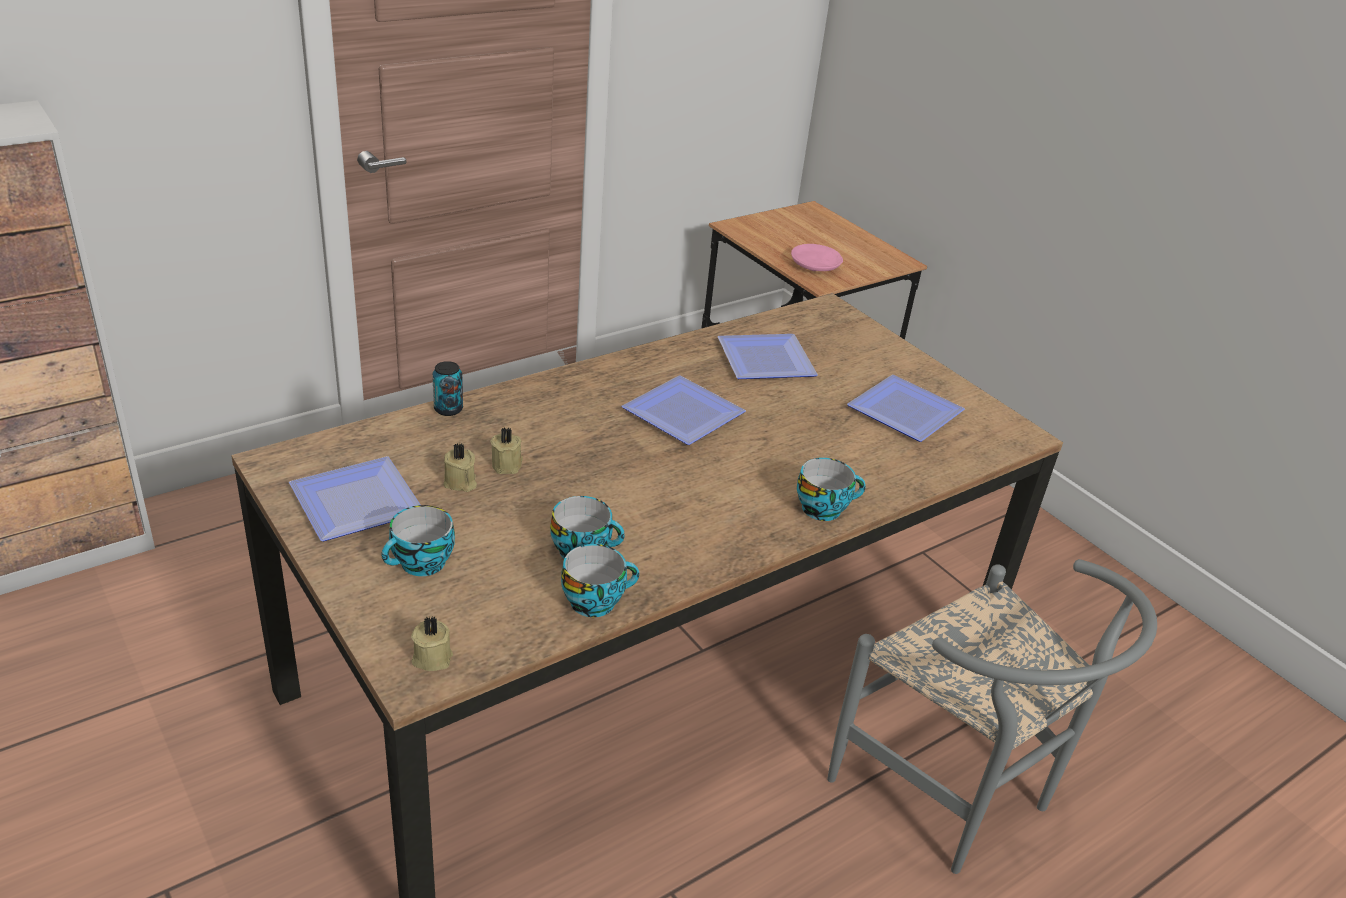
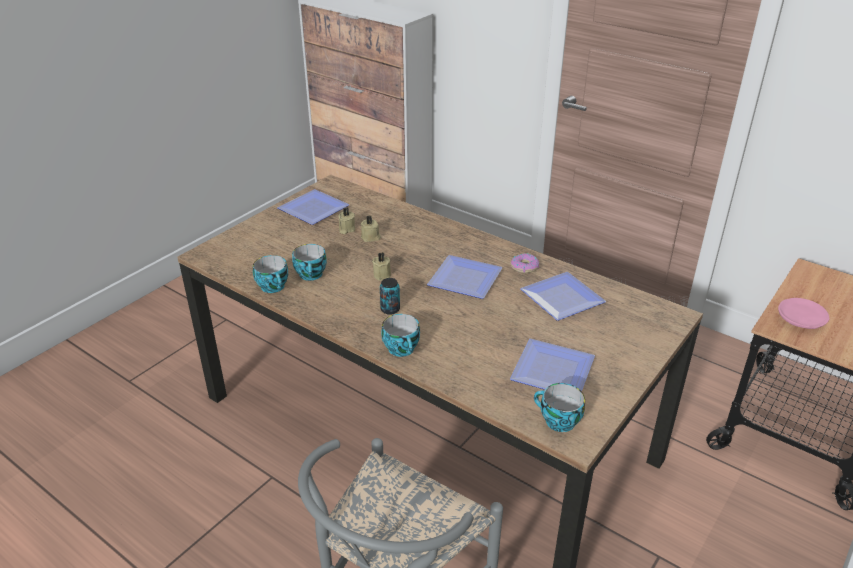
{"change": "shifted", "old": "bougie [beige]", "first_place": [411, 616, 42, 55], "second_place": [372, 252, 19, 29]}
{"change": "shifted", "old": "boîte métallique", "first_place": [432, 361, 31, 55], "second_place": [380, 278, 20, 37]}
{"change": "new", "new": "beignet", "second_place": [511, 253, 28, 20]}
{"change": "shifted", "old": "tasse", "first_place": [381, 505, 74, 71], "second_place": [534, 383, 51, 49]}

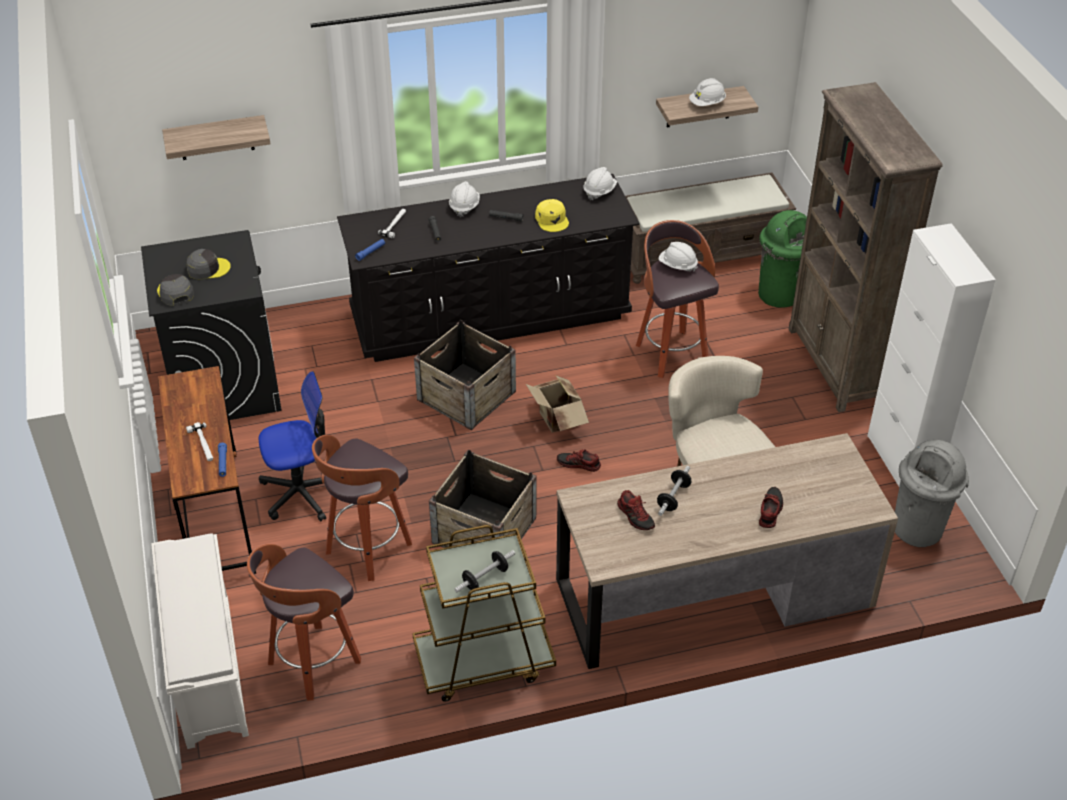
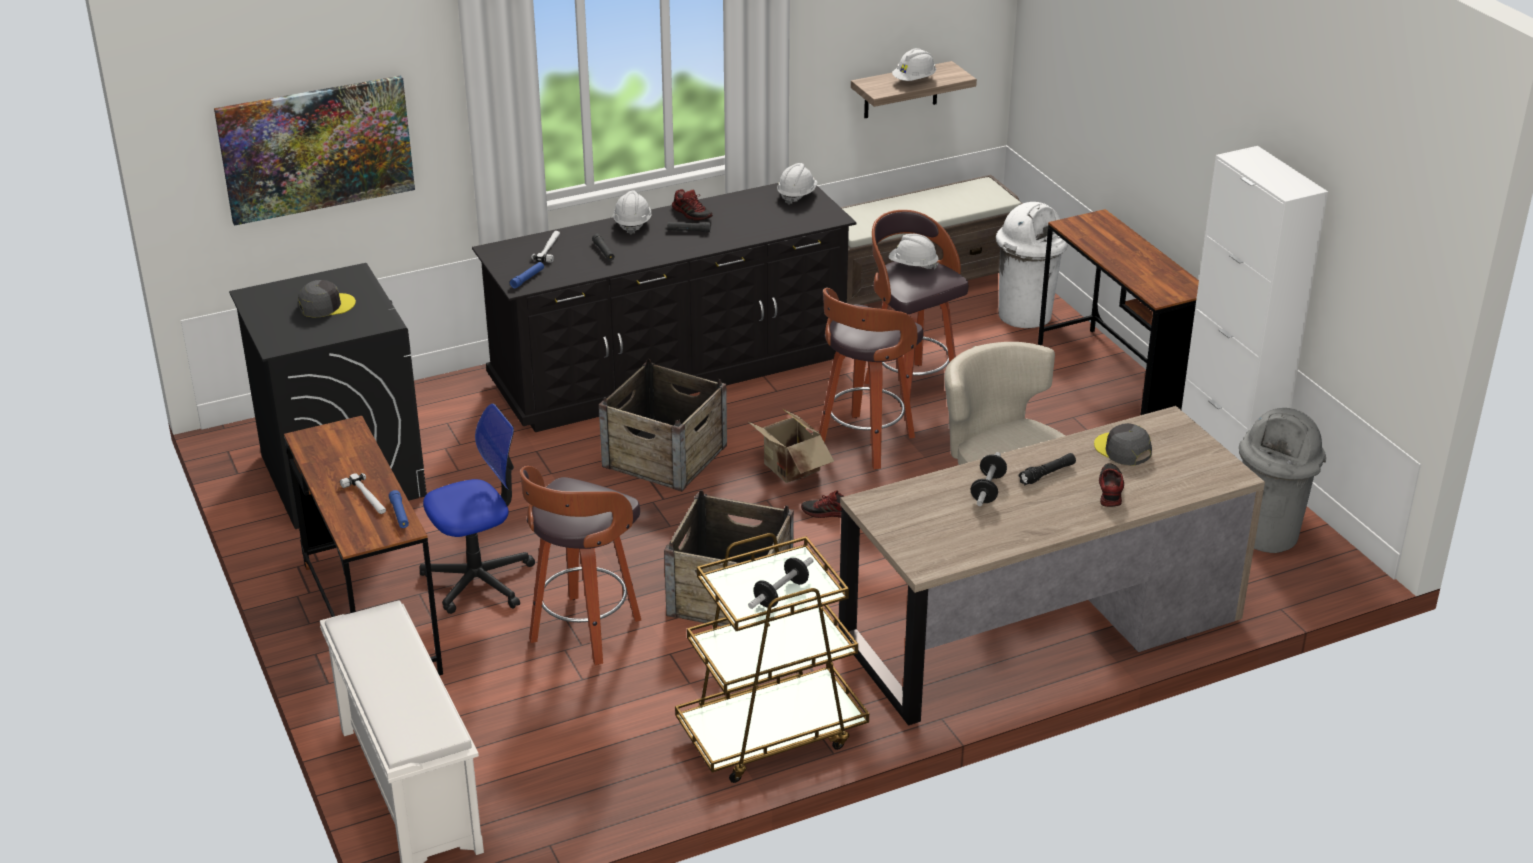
{"change": "swapped", "old": "étagère", "new": "tableau", "first_place": [162, 115, 108, 45], "second_place": [214, 75, 201, 151]}
{"change": "shifted", "old": "chaussure", "first_place": [617, 490, 38, 40], "second_place": [672, 189, 41, 31]}
{"change": "shifted", "old": "tabouret", "first_place": [247, 544, 114, 156], "second_place": [819, 288, 104, 182]}
{"change": "repainted", "old": "poubelle [vert]", "new": "poubelle [blanc]", "first_place": [758, 210, 49, 98], "second_place": [996, 202, 72, 126]}
{"change": "new", "new": "lampe de poche [noir]", "second_place": [1018, 453, 58, 32]}
{"change": "swapped", "old": "bibliothèque [marron]", "new": "bureau [marron]", "first_place": [789, 82, 154, 330], "second_place": [1038, 209, 161, 206]}
{"change": "shifted", "old": "casquette [gris]", "first_place": [157, 274, 37, 32], "second_place": [1094, 423, 58, 43]}
{"change": "gone", "old": "casquette [jaune]", "first_place": [535, 199, 34, 33]}

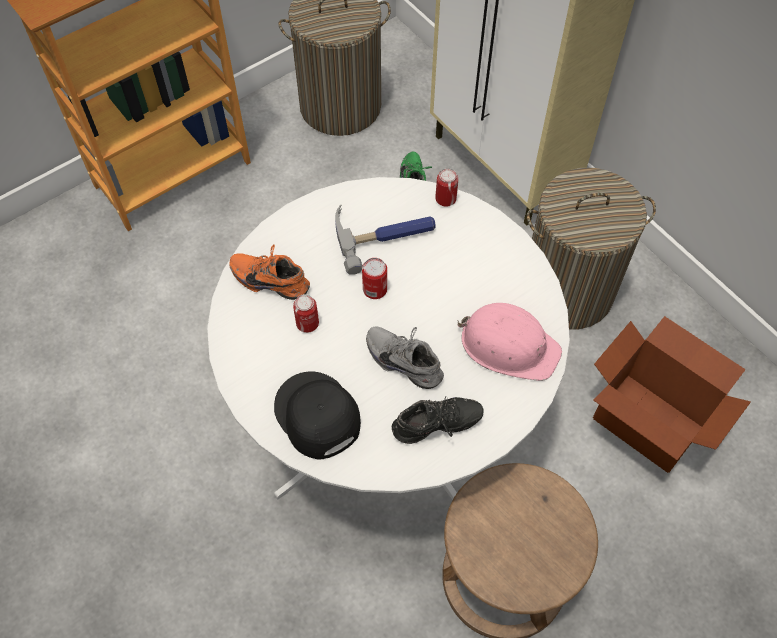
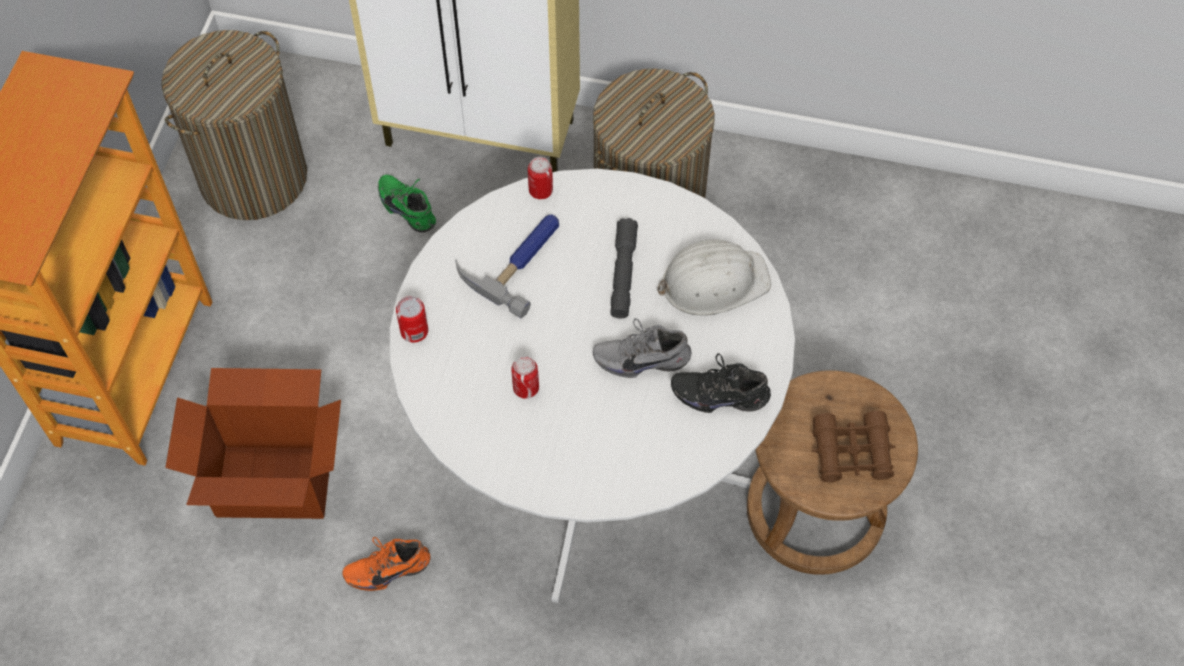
{"change": "shifted", "old": "carton", "first_place": [593, 316, 158, 157], "second_place": [165, 368, 176, 151]}
{"change": "shifted", "old": "chaussure [orange]", "first_place": [229, 245, 81, 55], "second_place": [342, 537, 88, 54]}
{"change": "shifted", "old": "boîte métallique", "first_place": [362, 258, 25, 41], "second_place": [396, 296, 32, 47]}
{"change": "new", "new": "lampe de poche [gris]", "second_place": [610, 218, 28, 100]}
{"change": "repainted", "old": "casque de chantier [rose]", "new": "casque de chantier [blanc]", "first_place": [457, 303, 105, 78], "second_place": [657, 240, 114, 76]}
{"change": "rotated", "old": "chaussure [noir]", "first_place": [392, 397, 91, 47], "second_place": [671, 354, 100, 59], "degrees": -120}
{"change": "new", "new": "jumelles [marron]", "second_place": [812, 411, 84, 71]}
{"change": "gone", "old": "casquette [noir]", "first_place": [274, 371, 87, 89]}

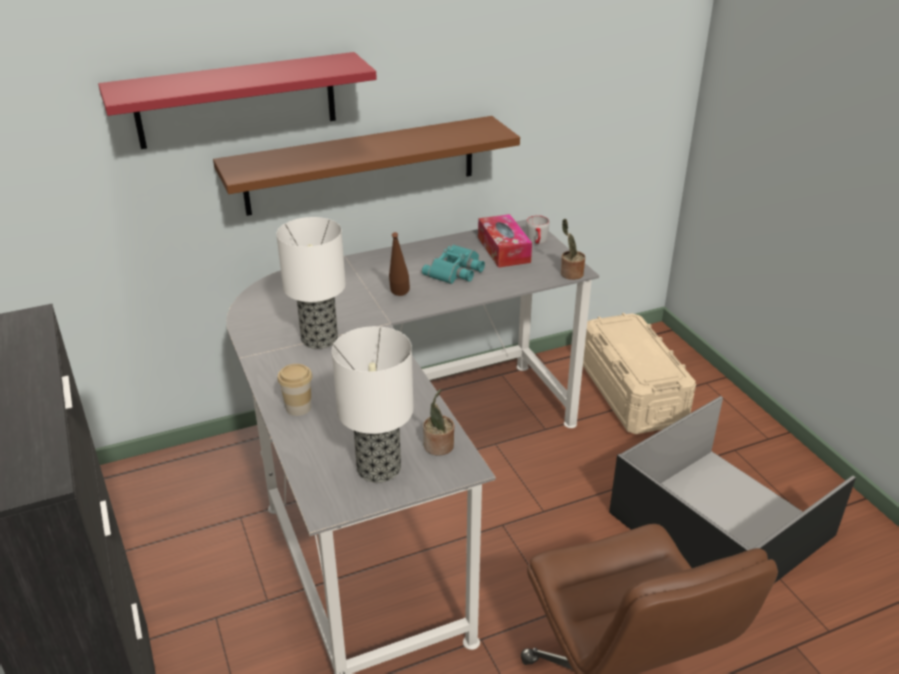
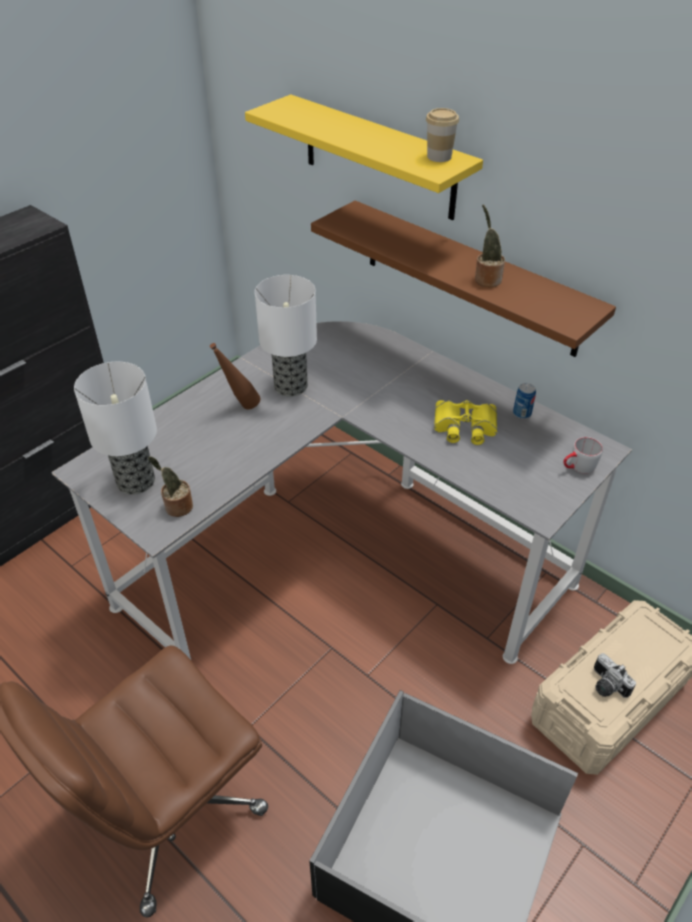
{"change": "shifted", "old": "bouteille [marron]", "first_place": [389, 232, 21, 64], "second_place": [210, 343, 51, 66]}
{"change": "repainted", "old": "étagère [rouge]", "new": "étagère [jaune]", "first_place": [98, 52, 279, 97], "second_place": [245, 94, 238, 126]}
{"change": "shifted", "old": "tasse", "first_place": [277, 364, 35, 52], "second_place": [426, 108, 33, 54]}
{"change": "repainted", "old": "jumelles [turquoise]", "new": "jumelles [jaune]", "first_place": [422, 244, 63, 40], "second_place": [434, 400, 63, 45]}
{"change": "shifted", "old": "plante en pot", "first_place": [561, 219, 24, 61], "second_place": [475, 204, 30, 83]}
{"change": "new", "new": "boîte métallique", "second_place": [513, 383, 23, 36]}
{"change": "new", "new": "appareil photo", "second_place": [594, 653, 42, 45]}
{"change": "gone", "old": "boîte à mouchoirs", "first_place": [478, 214, 54, 54]}

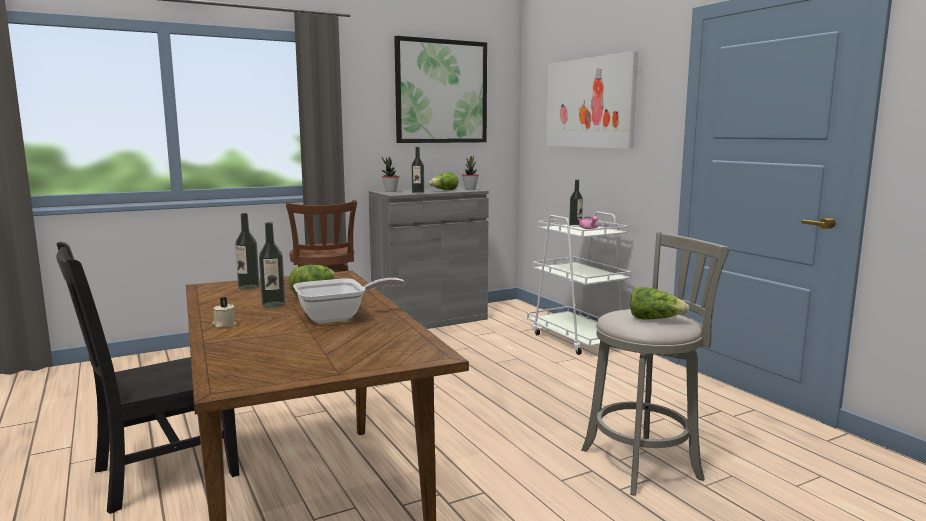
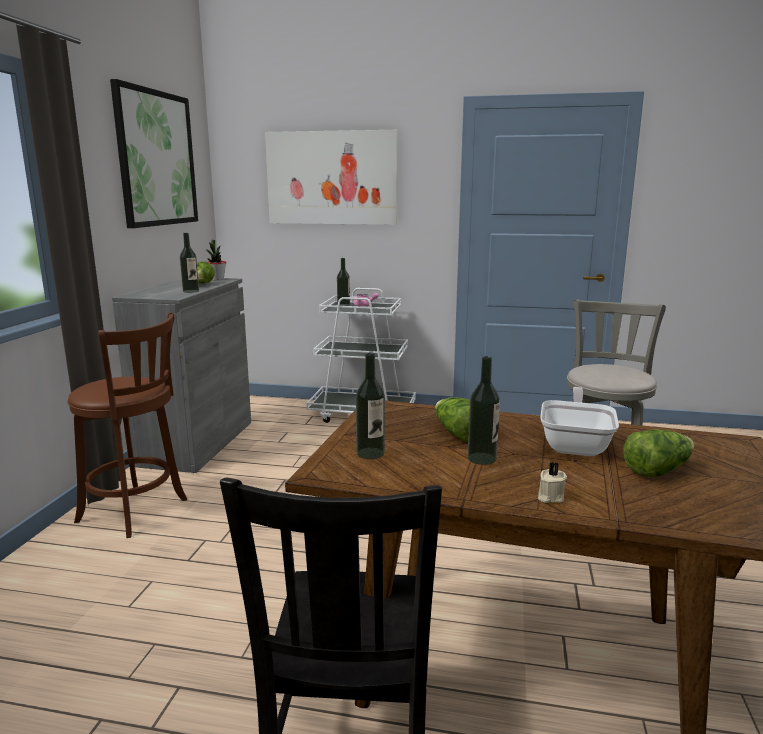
{"change": "shifted", "old": "laitue", "first_place": [630, 286, 60, 34], "second_place": [623, 429, 72, 48]}
{"change": "gone", "old": "plante en pot", "first_place": [382, 157, 18, 35]}

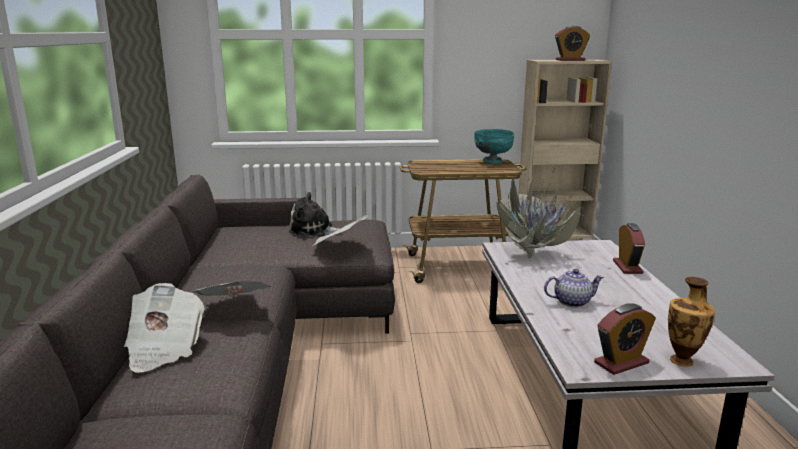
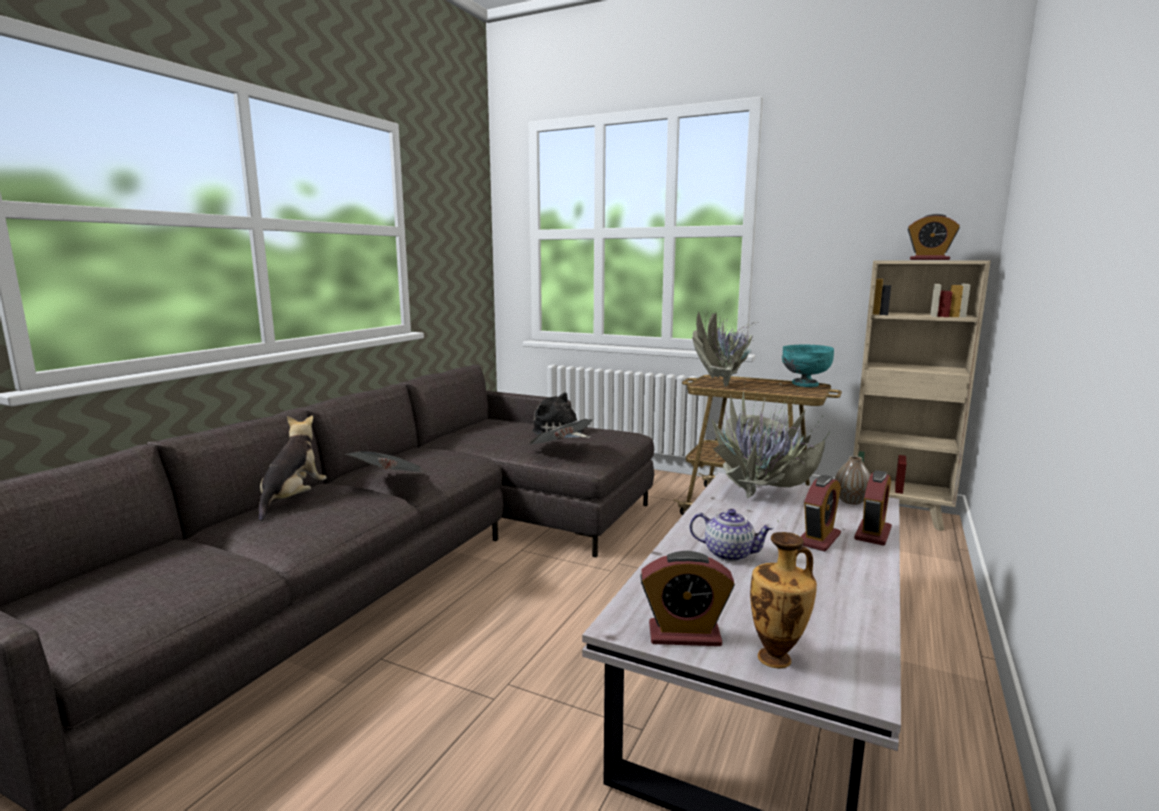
{"change": "swapped", "old": "journal", "new": "peluche", "first_place": [124, 283, 81, 90], "second_place": [259, 415, 68, 106]}
{"change": "new", "new": "plante en pot", "second_place": [692, 297, 90, 90]}
{"change": "new", "new": "réveil", "second_place": [801, 475, 40, 77]}
{"change": "new", "new": "vase", "second_place": [835, 456, 35, 49]}

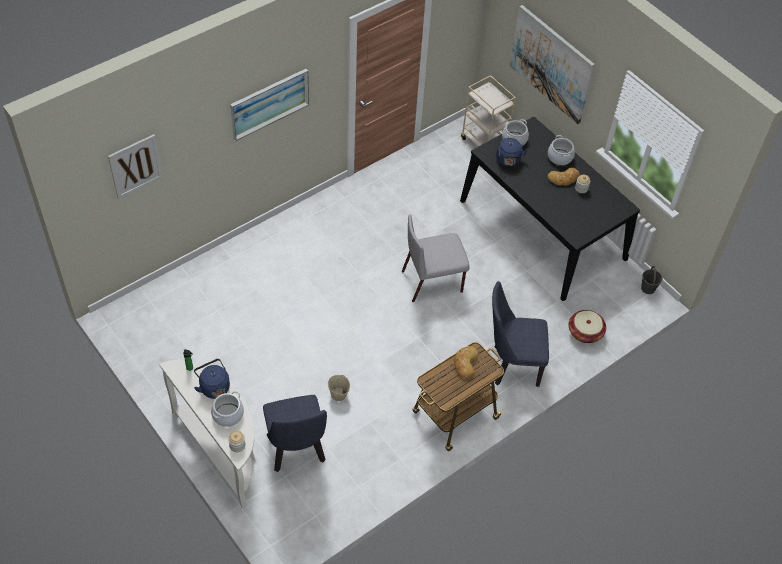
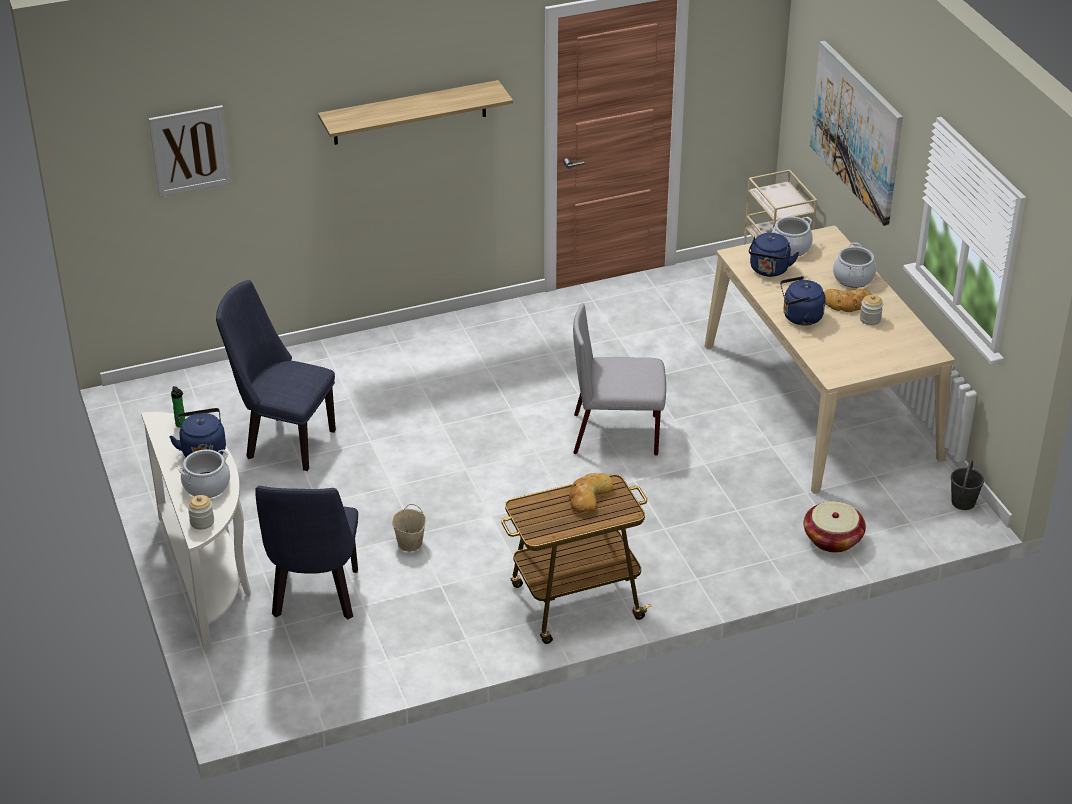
{"change": "shifted", "old": "chaise [bleu]", "first_place": [492, 281, 57, 106], "second_place": [216, 280, 120, 191]}
{"change": "swapped", "old": "tableau", "new": "étagère", "first_place": [230, 69, 79, 72], "second_place": [318, 80, 195, 65]}
{"change": "repainted", "old": "table à manger [noir]", "new": "table à manger [beige]", "first_place": [460, 117, 180, 184], "second_place": [705, 226, 250, 268]}
{"change": "new", "new": "bouilloire [bleu]", "second_place": [780, 276, 45, 50]}

